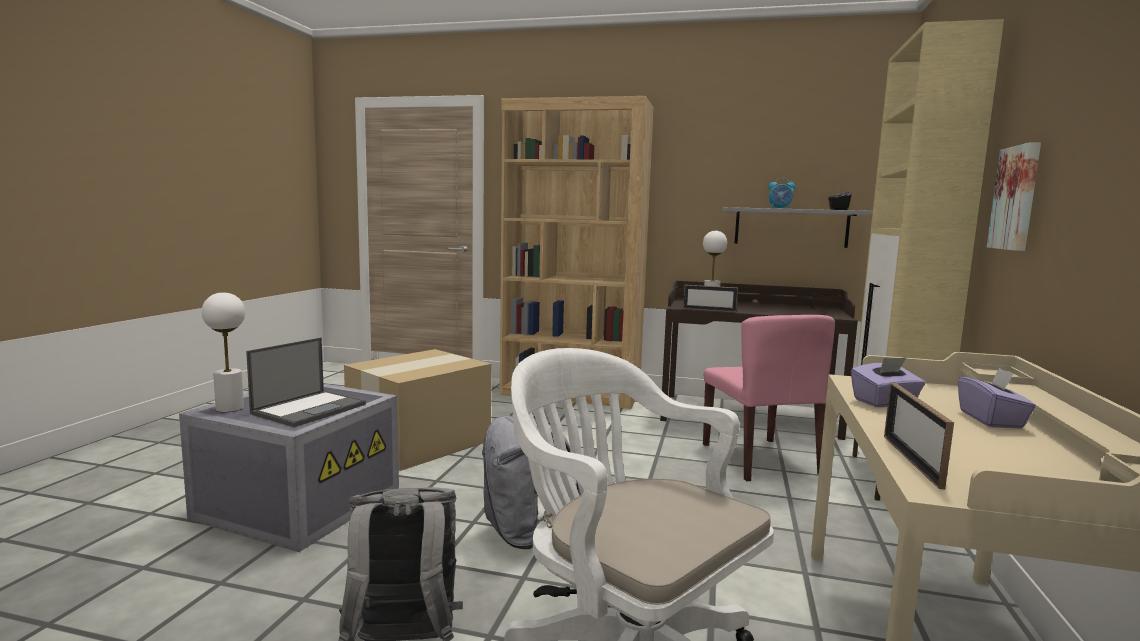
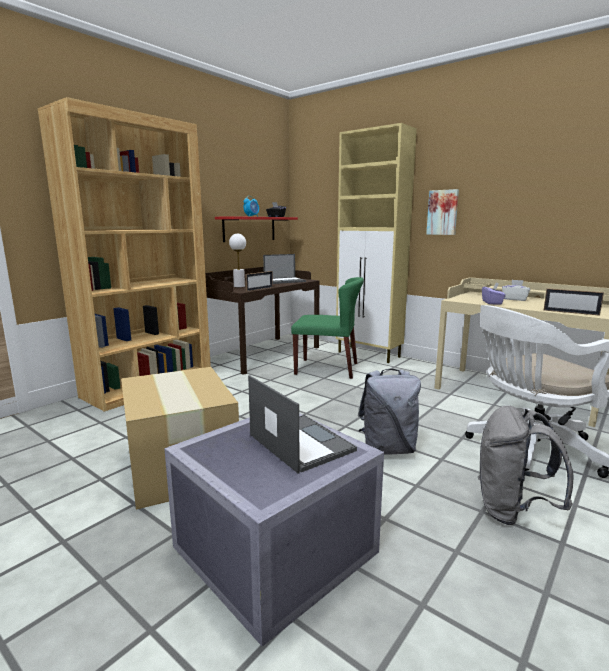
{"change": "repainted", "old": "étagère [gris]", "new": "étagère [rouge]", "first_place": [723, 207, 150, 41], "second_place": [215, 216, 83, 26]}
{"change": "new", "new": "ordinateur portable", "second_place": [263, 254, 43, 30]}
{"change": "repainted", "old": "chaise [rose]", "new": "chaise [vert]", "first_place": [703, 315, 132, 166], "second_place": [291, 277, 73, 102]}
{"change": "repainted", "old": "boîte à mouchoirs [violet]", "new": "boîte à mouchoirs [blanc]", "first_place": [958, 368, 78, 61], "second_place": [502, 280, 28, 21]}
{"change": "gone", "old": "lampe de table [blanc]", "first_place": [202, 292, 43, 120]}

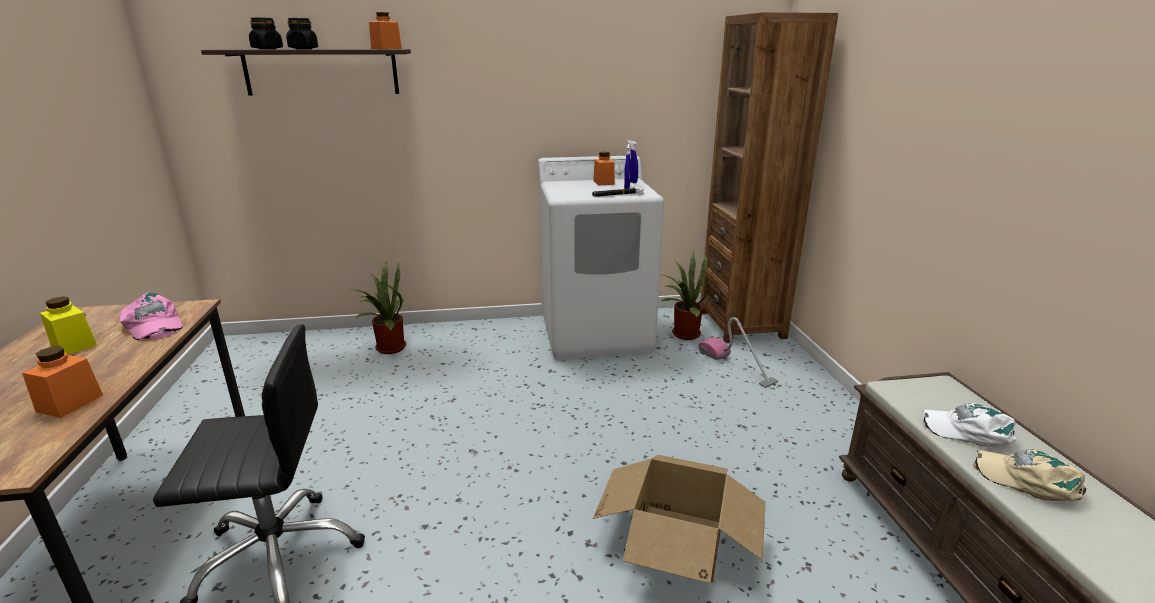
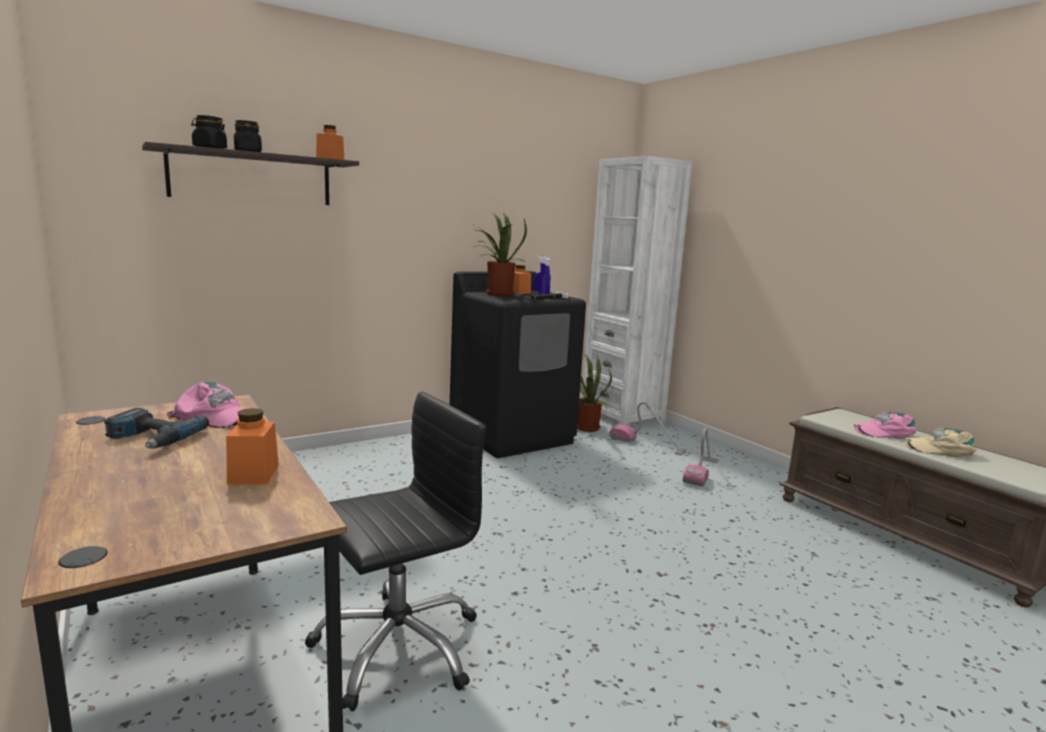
{"change": "swapped", "old": "bocal [jaune]", "new": "perceuse", "first_place": [40, 297, 57, 57], "second_place": [104, 408, 105, 41]}
{"change": "repainted", "old": "lave-linge [blanc]", "new": "lave-linge [noir]", "first_place": [538, 155, 126, 205], "second_place": [450, 271, 136, 187]}
{"change": "shifted", "old": "plante en pot", "first_place": [348, 261, 58, 93], "second_place": [472, 212, 55, 84]}
{"change": "repainted", "old": "bibliothèque [marron]", "new": "bibliothèque [blanc]", "first_place": [700, 12, 138, 331], "second_place": [582, 156, 111, 270]}
{"change": "new", "new": "aspirateur", "second_place": [683, 428, 36, 59]}
{"change": "repainted", "old": "casquette [blanc]", "new": "casquette [rose]", "first_place": [921, 403, 95, 44], "second_place": [854, 412, 63, 27]}
{"change": "gone", "old": "carton", "first_place": [593, 455, 173, 128]}

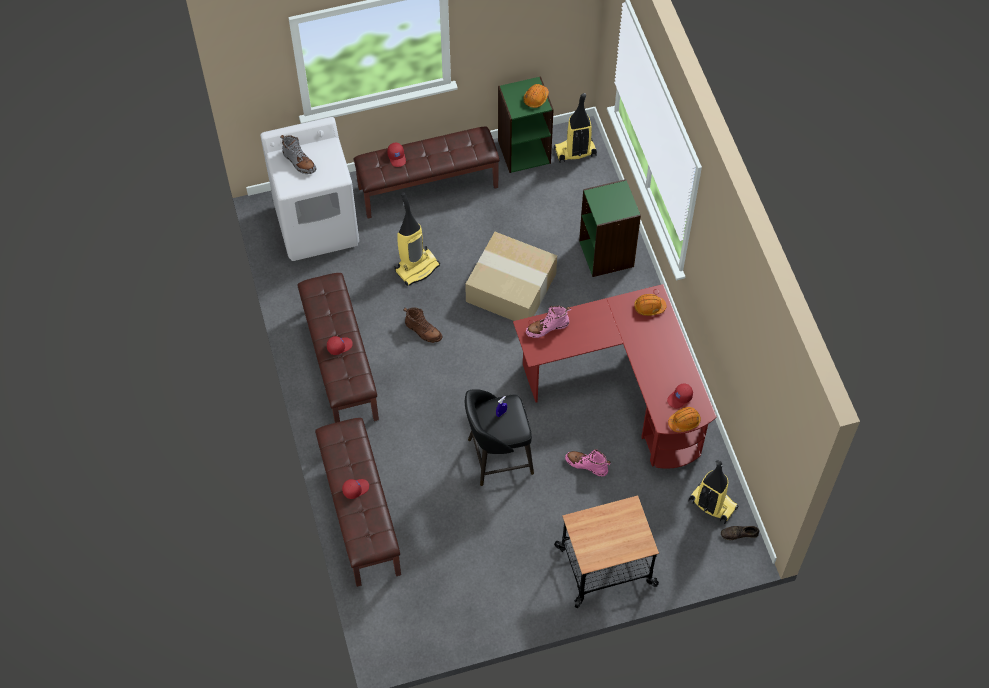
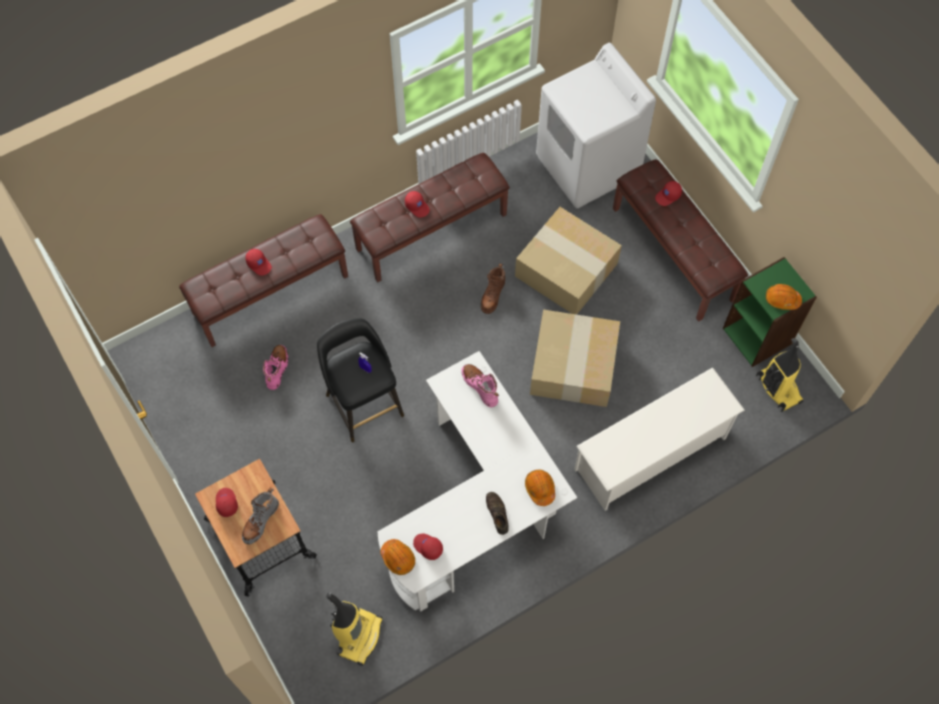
{"change": "new", "new": "casquette [rouge]", "second_place": [216, 488, 22, 29]}
{"change": "shifted", "old": "botte [gris]", "first_place": [280, 135, 37, 39], "second_place": [242, 488, 37, 56]}
{"change": "shifted", "old": "botte [rose]", "first_place": [565, 449, 46, 28], "second_place": [263, 345, 25, 45]}
{"change": "repainted", "old": "bureau [rouge]", "new": "bureau [blanc]", "first_place": [513, 284, 204, 185], "second_place": [378, 351, 200, 261]}
{"change": "shifted", "old": "chaussure [marron]", "first_place": [721, 526, 38, 14], "second_place": [486, 492, 23, 43]}
{"change": "swapped", "old": "aspirateur", "new": "carton", "first_place": [394, 192, 46, 94], "second_place": [515, 207, 107, 108]}
{"change": "swapped", "old": "bibliothèque [vert]", "new": "étagère à chaussures [blanc]", "first_place": [579, 179, 62, 98], "second_place": [574, 367, 171, 144]}

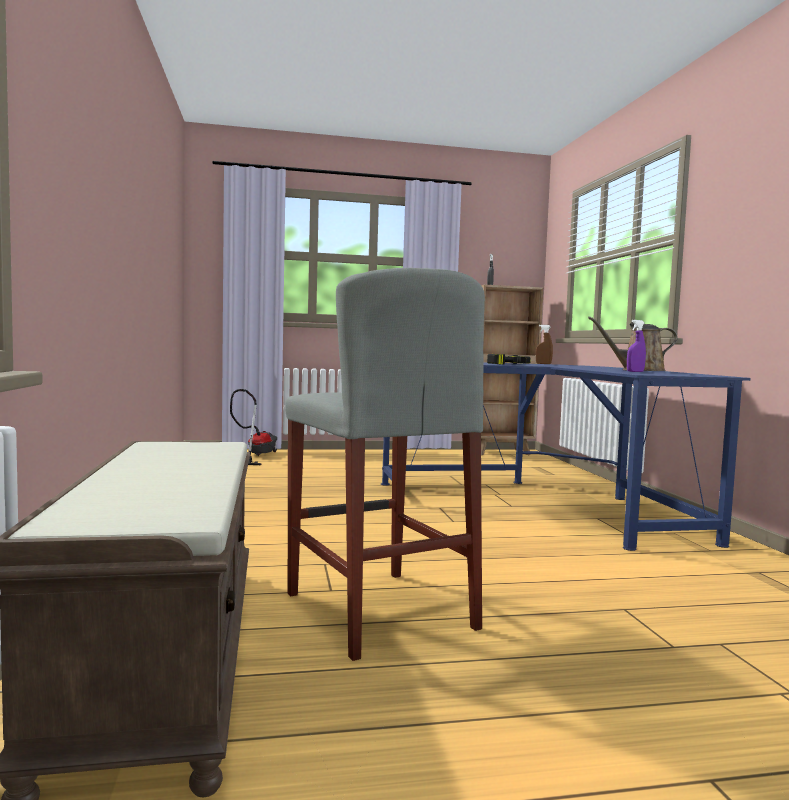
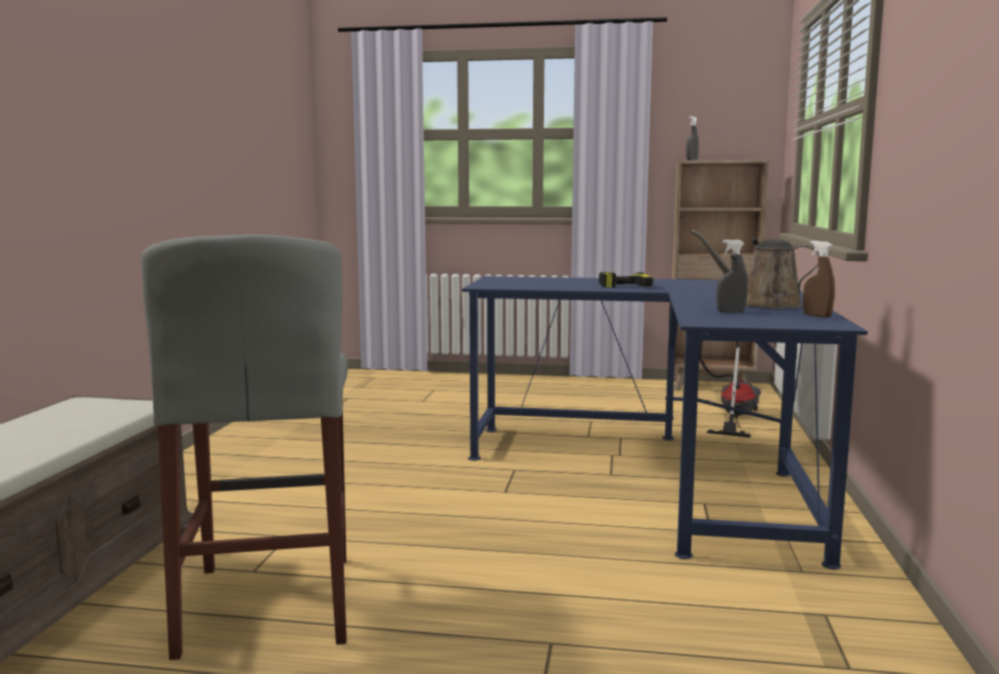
{"change": "shifted", "old": "aspirateur", "first_place": [230, 389, 47, 76], "second_place": [699, 340, 62, 98]}
{"change": "repainted", "old": "vaporisateur [violet]", "new": "vaporisateur [gris]", "first_place": [627, 320, 19, 52], "second_place": [716, 240, 32, 73]}
{"change": "shifted", "old": "vaporisateur [marron]", "first_place": [536, 325, 17, 39], "second_place": [803, 241, 32, 77]}

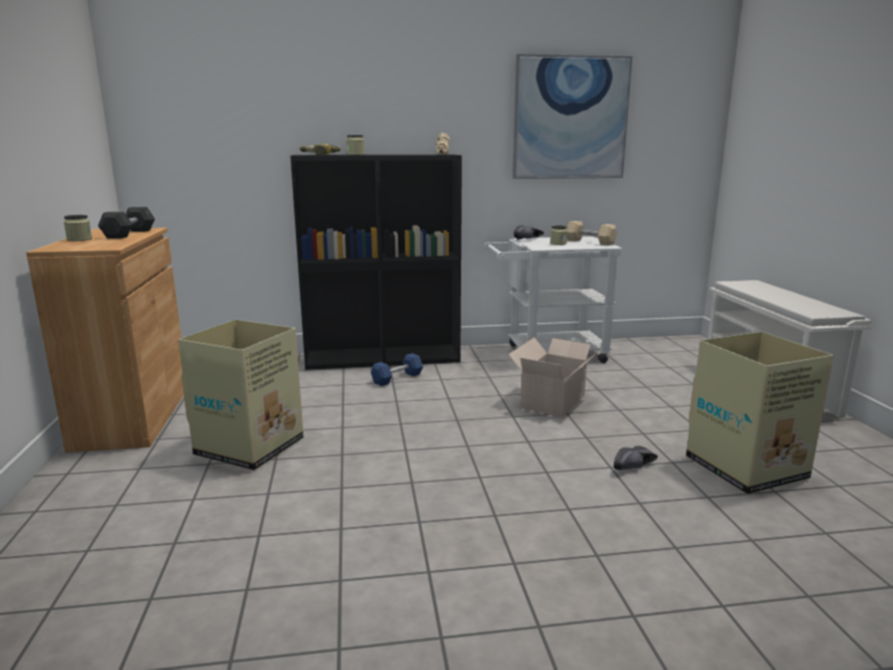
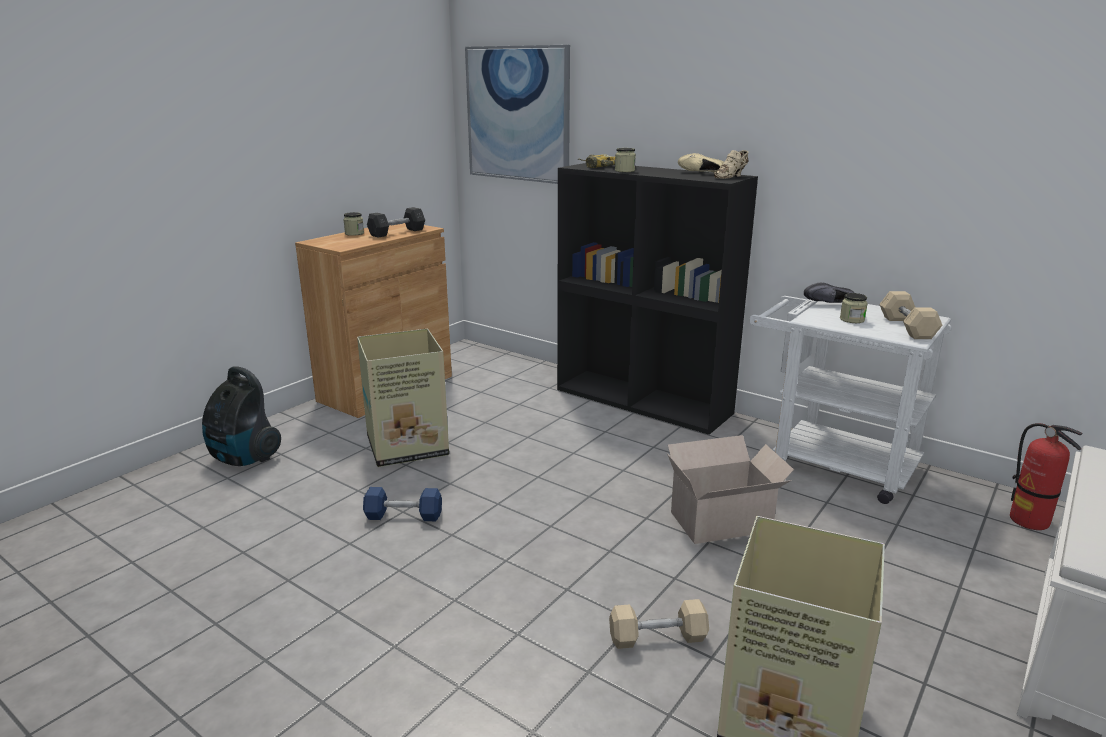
{"change": "new", "new": "aspirateur", "second_place": [202, 366, 79, 100]}
{"change": "shifted", "old": "haltère [bleu]", "first_place": [371, 353, 52, 33], "second_place": [363, 487, 79, 34]}
{"change": "shifted", "old": "tableau", "first_place": [512, 54, 120, 125], "second_place": [465, 45, 105, 139]}
{"change": "swapped", "old": "chaussure [noir]", "new": "haltère [beige]", "first_place": [614, 446, 44, 24], "second_place": [609, 599, 100, 50]}
{"change": "new", "new": "chaussure [beige]", "second_place": [678, 153, 46, 19]}
{"change": "new", "new": "extincteur", "second_place": [1010, 423, 72, 107]}

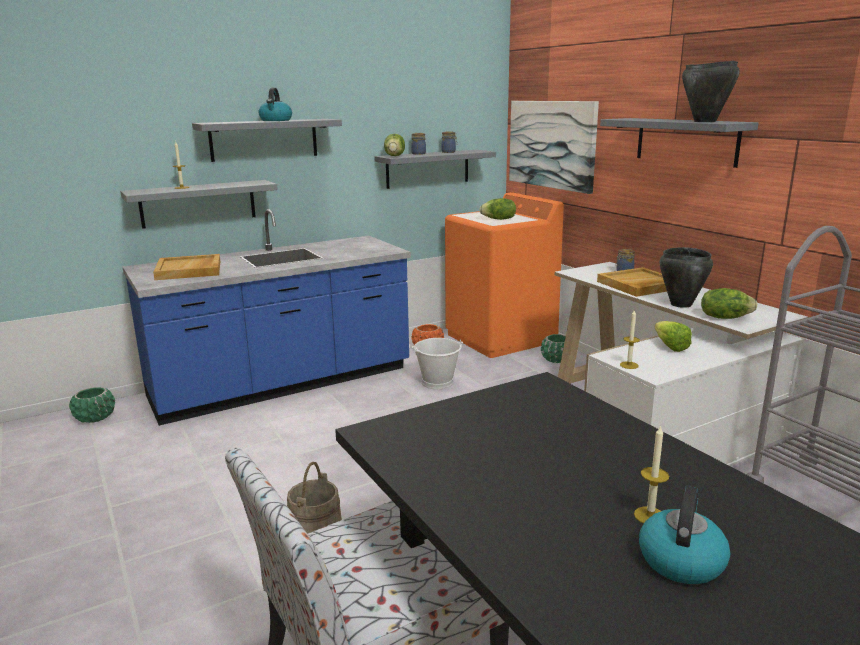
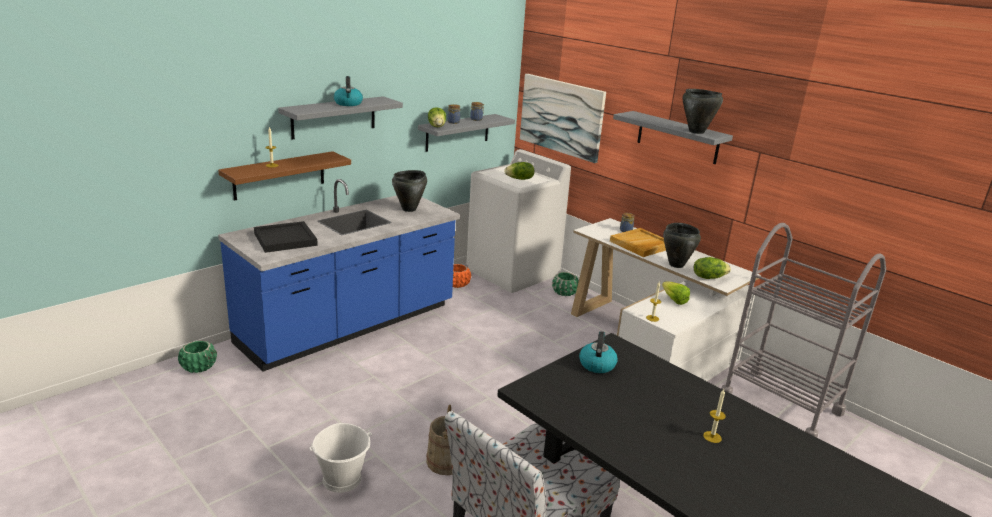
{"change": "repainted", "old": "étagère [gris]", "new": "étagère [marron]", "first_place": [120, 180, 158, 49], "second_place": [218, 151, 133, 50]}
{"change": "repainted", "old": "plateau [beige]", "new": "plateau [noir]", "first_place": [153, 254, 67, 26], "second_place": [254, 221, 64, 32]}
{"change": "shifted", "old": "seau [blanc]", "first_place": [412, 338, 51, 51], "second_place": [310, 423, 62, 70]}
{"change": "new", "new": "marmite [noir]", "second_place": [392, 170, 35, 42]}
{"change": "repainted", "old": "lave-linge [orange]", "new": "lave-linge [blanc]", "first_place": [445, 192, 119, 166], "second_place": [466, 149, 105, 144]}
{"change": "shifted", "old": "bouilloire", "first_place": [639, 485, 91, 99], "second_place": [579, 331, 39, 42]}

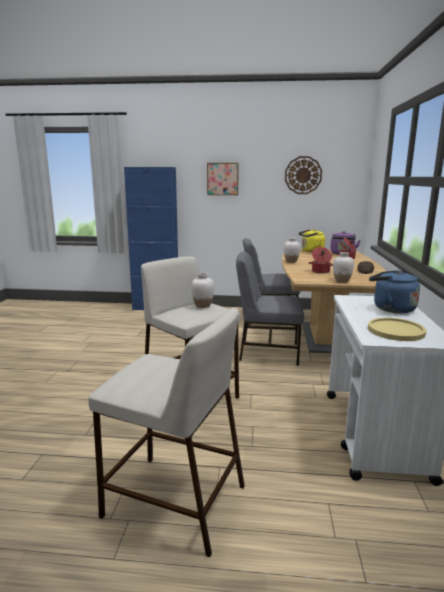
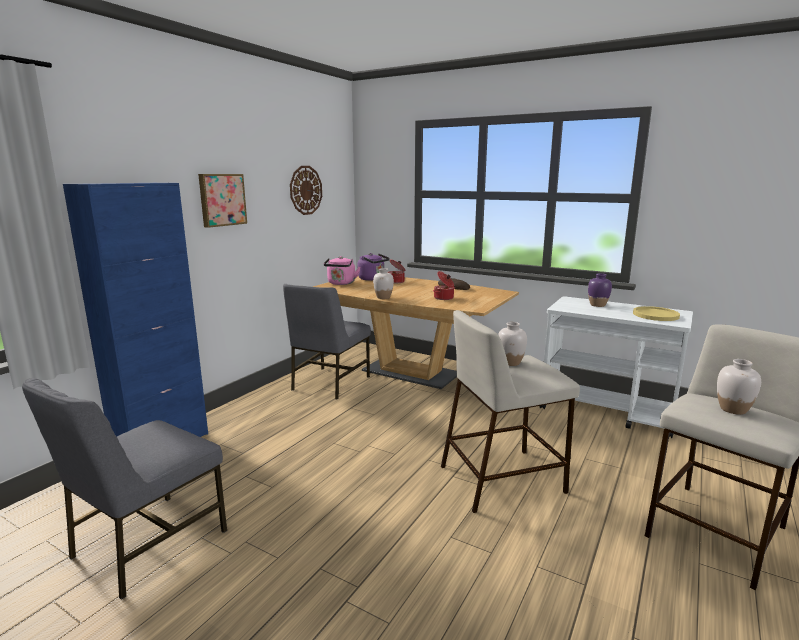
{"change": "shifted", "old": "chaise [gris]", "first_place": [236, 252, 68, 114], "second_place": [22, 378, 205, 222]}
{"change": "repainted", "old": "bouilloire [jaune]", "new": "bouilloire [rose]", "first_place": [299, 229, 26, 23], "second_place": [324, 256, 36, 29]}
{"change": "swapped", "old": "bouilloire [bleu]", "new": "vase [violet]", "first_place": [369, 270, 51, 43], "second_place": [588, 273, 24, 34]}
{"change": "shifted", "old": "vase [blanc]", "first_place": [333, 252, 21, 31], "second_place": [717, 359, 44, 56]}

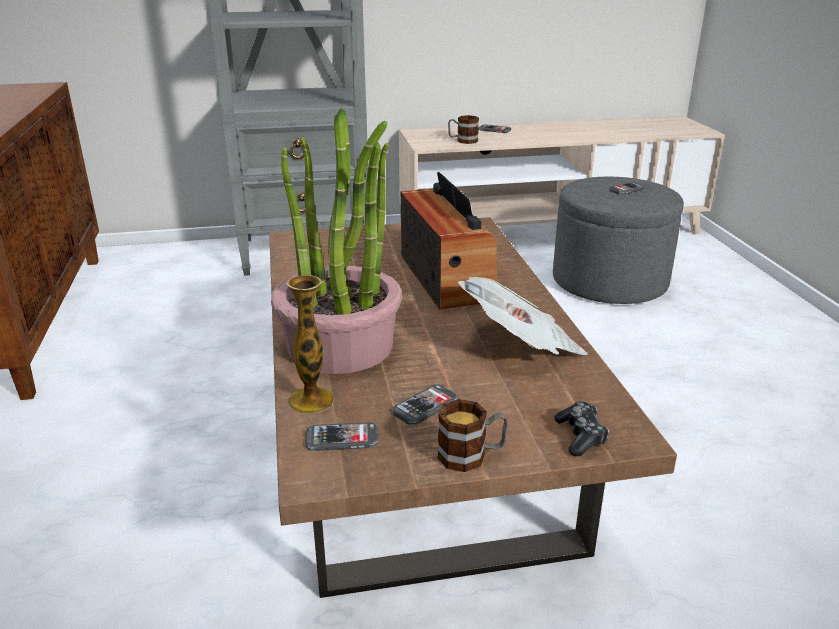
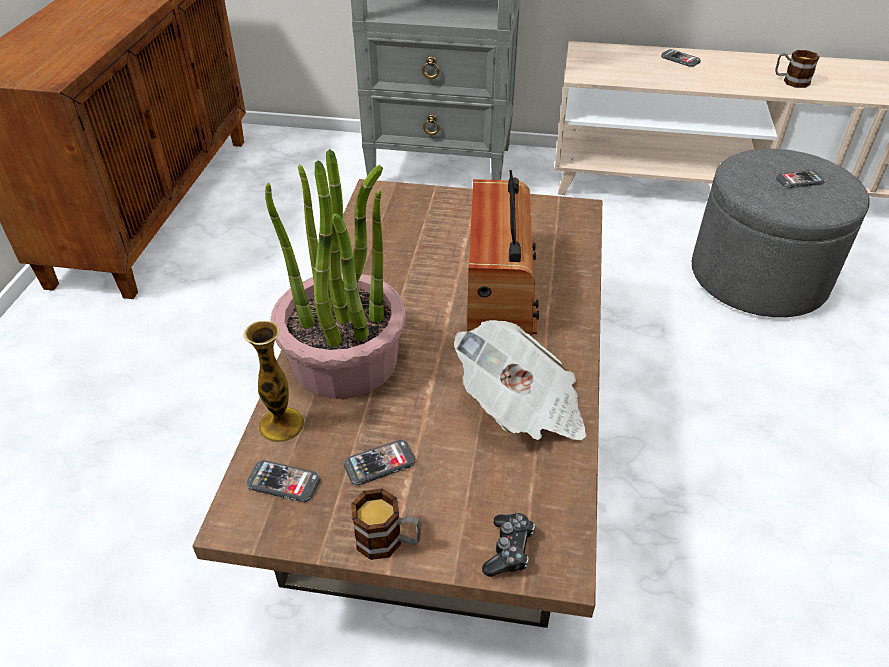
{"change": "shifted", "old": "mug", "first_place": [448, 115, 31, 29], "second_place": [775, 50, 44, 38]}

